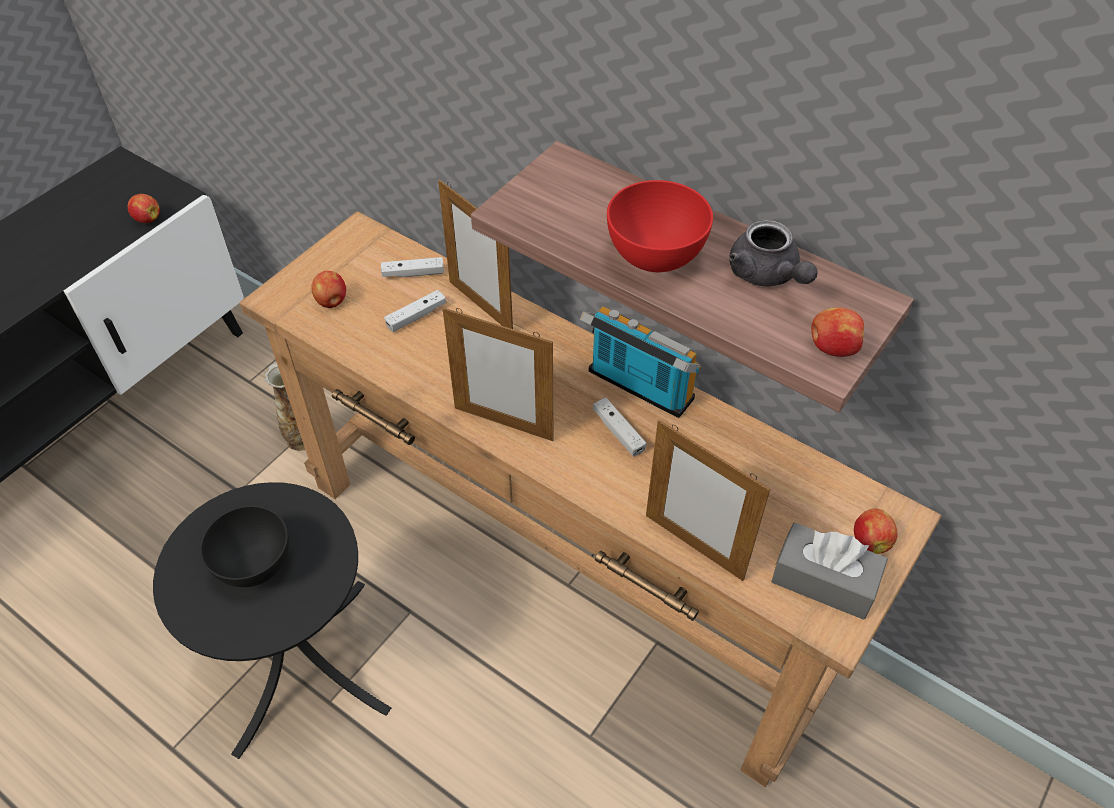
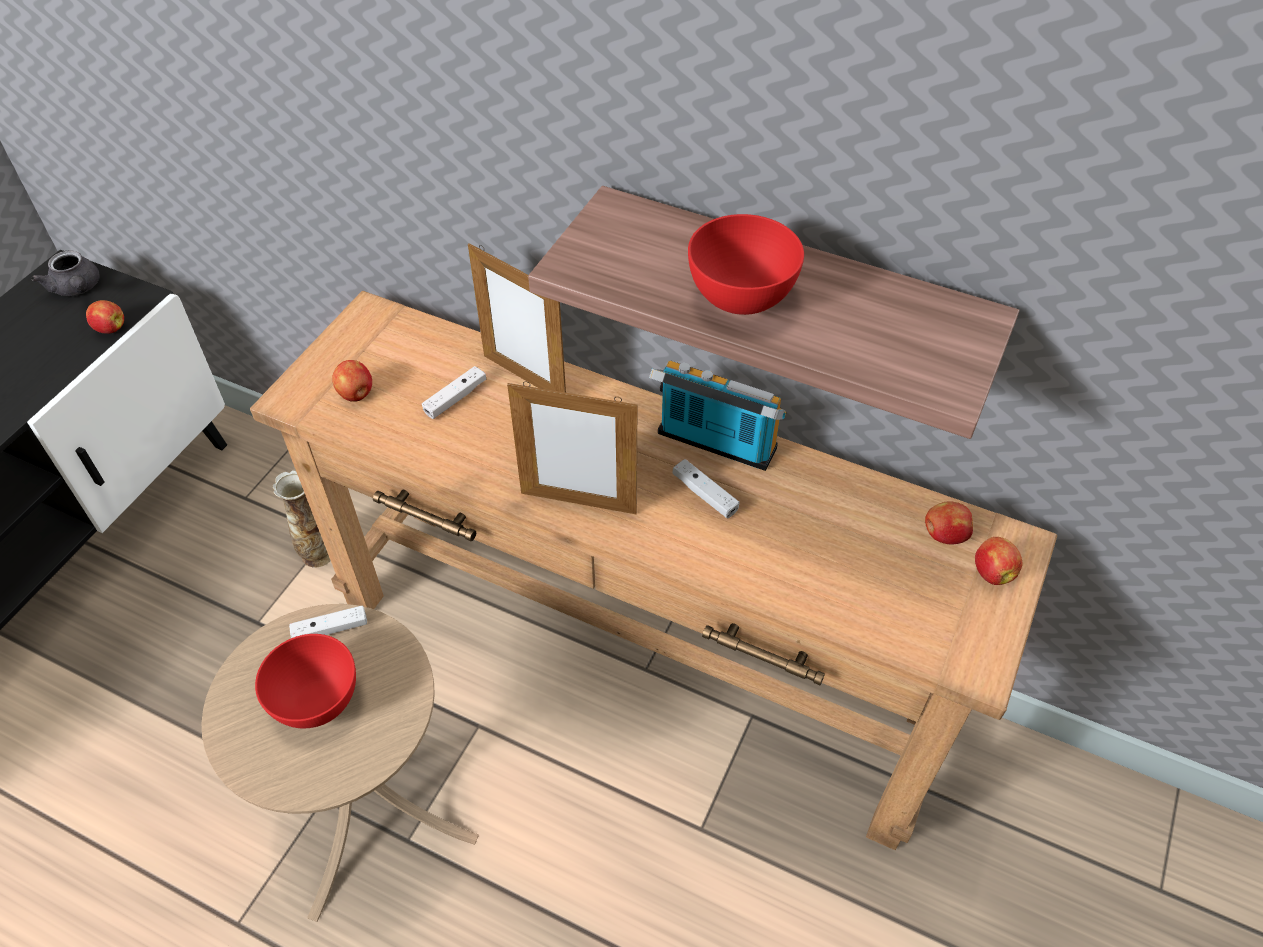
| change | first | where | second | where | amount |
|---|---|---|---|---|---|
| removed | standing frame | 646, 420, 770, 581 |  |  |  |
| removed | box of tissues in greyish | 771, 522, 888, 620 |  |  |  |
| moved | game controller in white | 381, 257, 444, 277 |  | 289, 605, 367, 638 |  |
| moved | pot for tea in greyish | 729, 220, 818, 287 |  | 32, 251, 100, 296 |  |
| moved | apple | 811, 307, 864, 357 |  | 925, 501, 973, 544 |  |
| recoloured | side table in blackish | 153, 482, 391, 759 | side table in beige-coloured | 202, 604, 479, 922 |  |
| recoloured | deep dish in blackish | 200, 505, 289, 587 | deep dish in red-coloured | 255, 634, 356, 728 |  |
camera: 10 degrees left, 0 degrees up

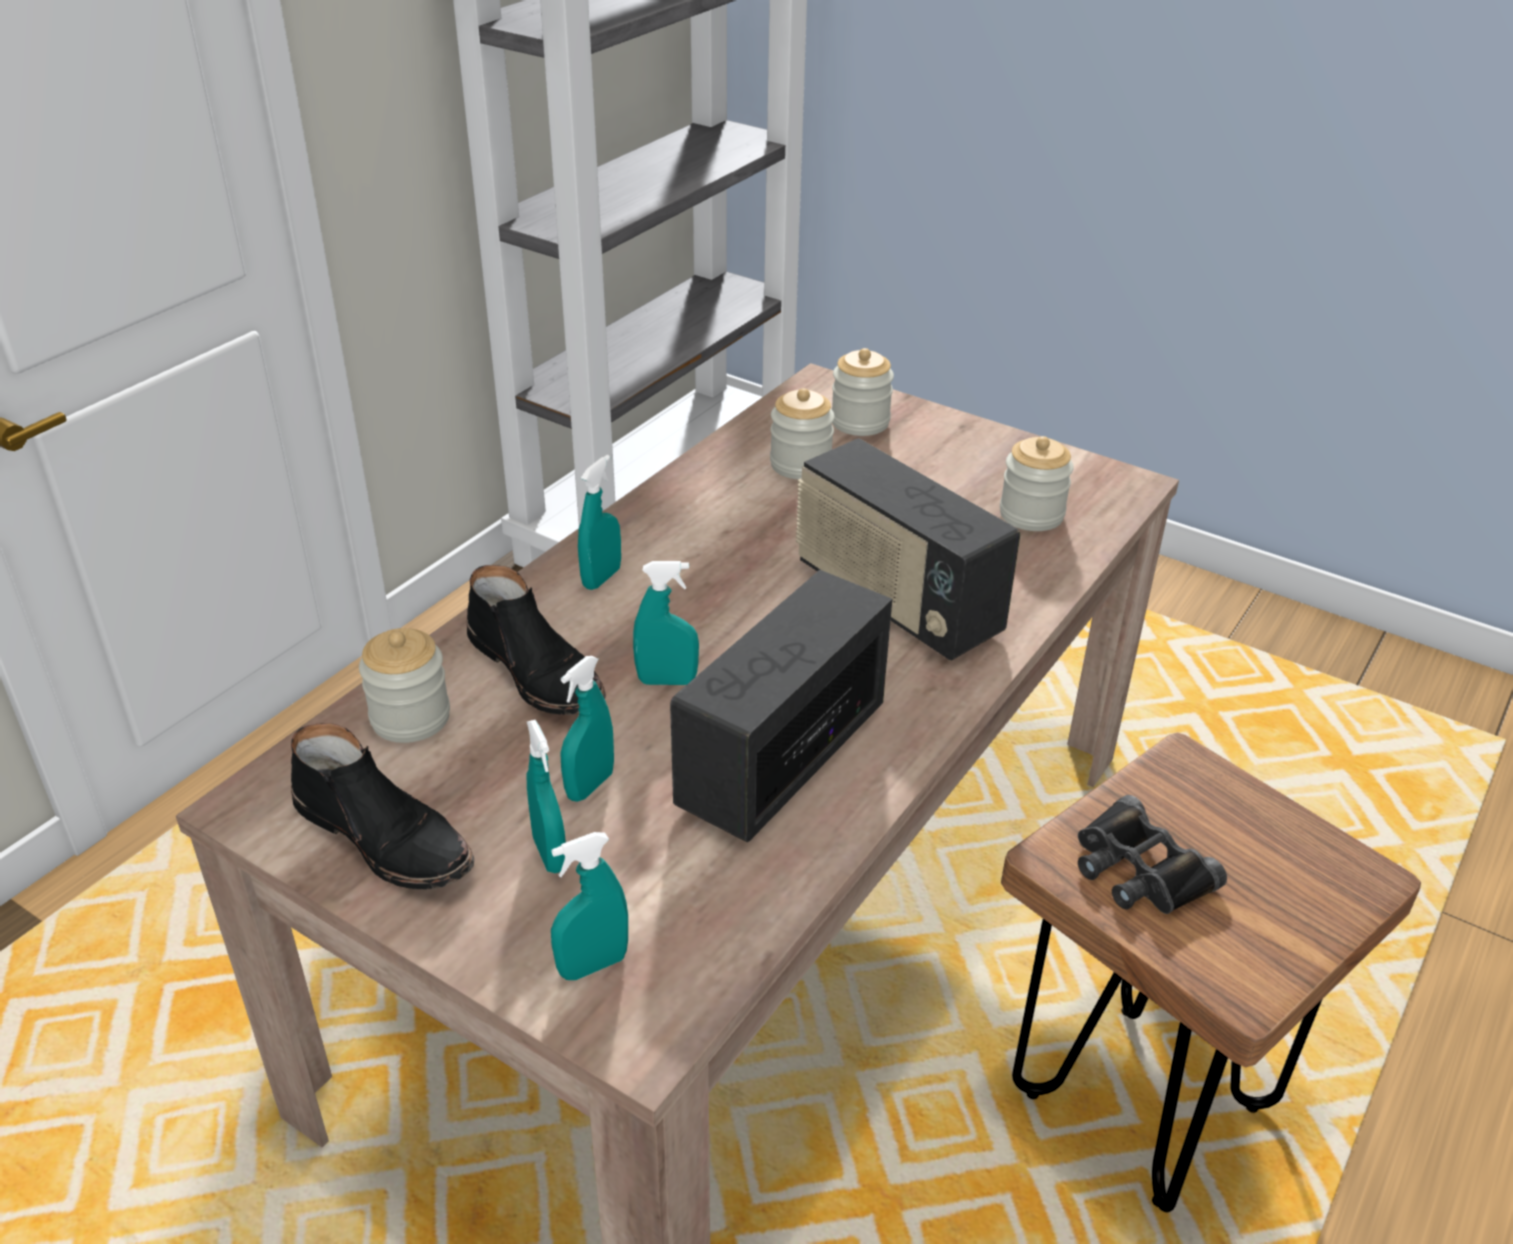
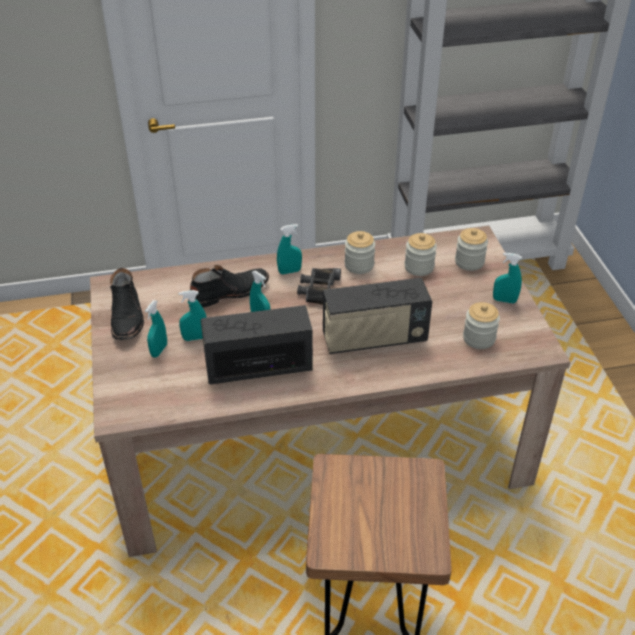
| change | first | where | second | where | amount |
|---|---|---|---|---|---|
| moved | preserve jar | 359, 628, 450, 743 |  | 344, 231, 375, 274 |  |
| moved | spray bottle in turquoise | 551, 832, 628, 980 |  | 493, 253, 522, 304 |  |
| moved | pair of binoculars in blackish | 1078, 795, 1227, 914 |  | 297, 268, 341, 305 |  |
| turned | tall boot in blackish | 467, 565, 606, 715 |  | 188, 265, 269, 308 | 120 degrees counterclockwise |
| turned | radio set | 796, 438, 1020, 660 |  | 323, 278, 432, 354 | 105 degrees counterclockwise |
camera: 45 degrees right, 5 degrees up

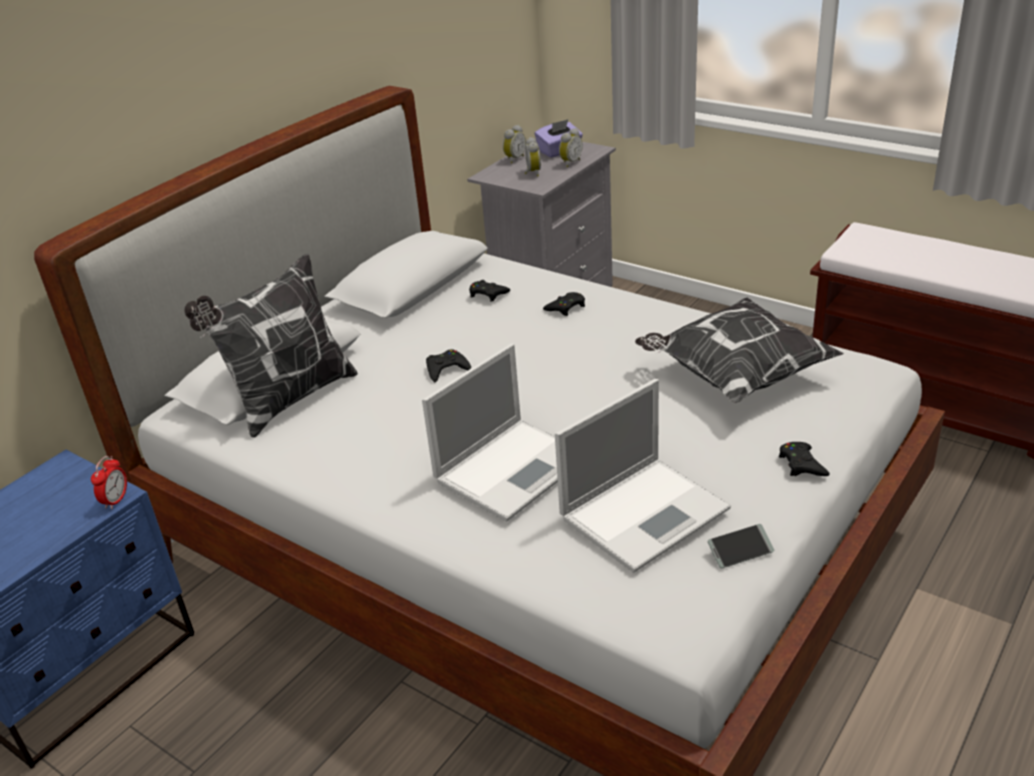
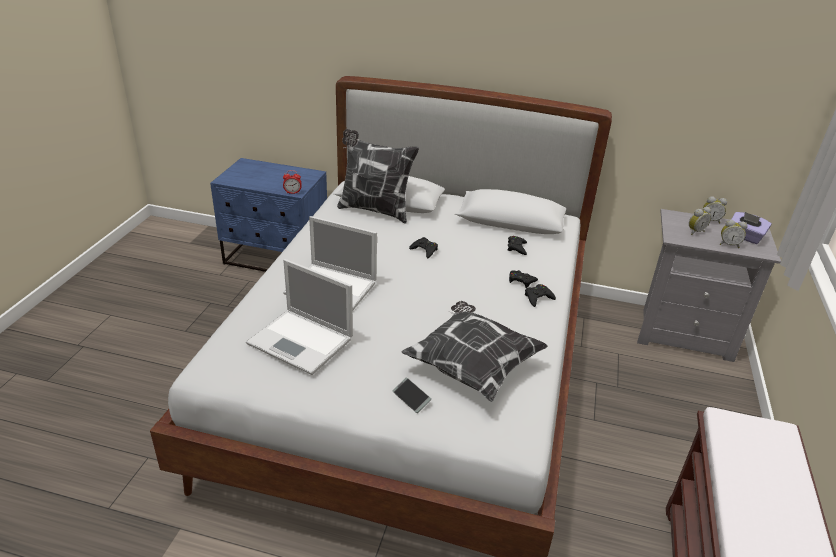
| change | first | where | second | where | amount |
|---|---|---|---|---|---|
| moved | telephone | 707, 524, 774, 568 |  | 393, 378, 431, 413 |  |
| moved | game controller in blackish | 779, 442, 830, 476 |  | 525, 284, 556, 307 |  |
camera: 65 degrees right, 0 degrees up

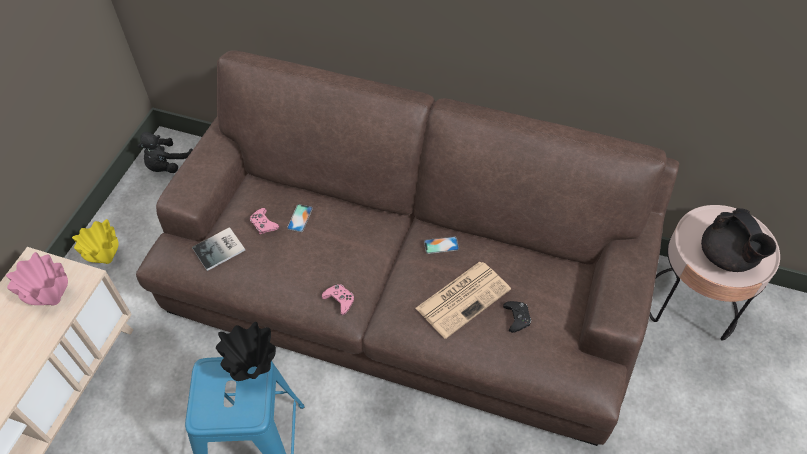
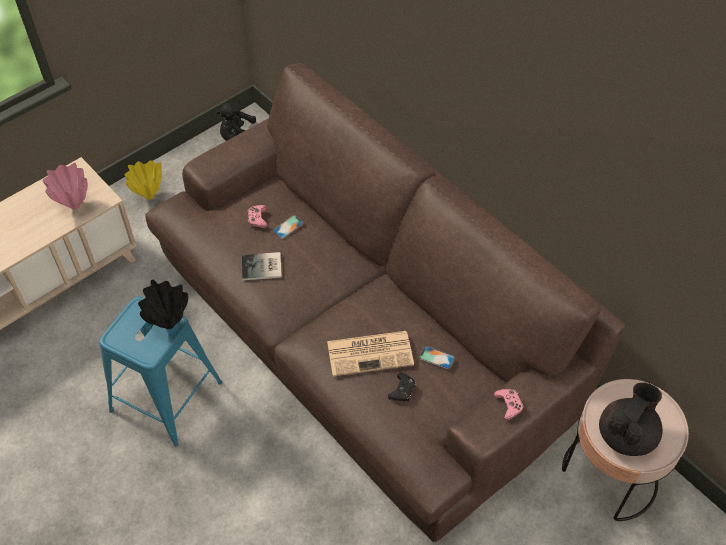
| change | first | where | second | where | amount |
|---|---|---|---|---|---|
| moved | book | 192, 227, 245, 271 |  | 242, 252, 282, 280 |  |
| moved | game controller in pinkish | 321, 284, 354, 315 |  | 494, 389, 523, 420 |  |
| moved | telephone | 424, 236, 459, 254 |  | 419, 346, 455, 369 |  |
| turned | pot for tea in blackish | 701, 208, 776, 272 |  | 599, 383, 663, 456 | 150 degrees counterclockwise |
camera: 30 degrees right, 0 degrees up

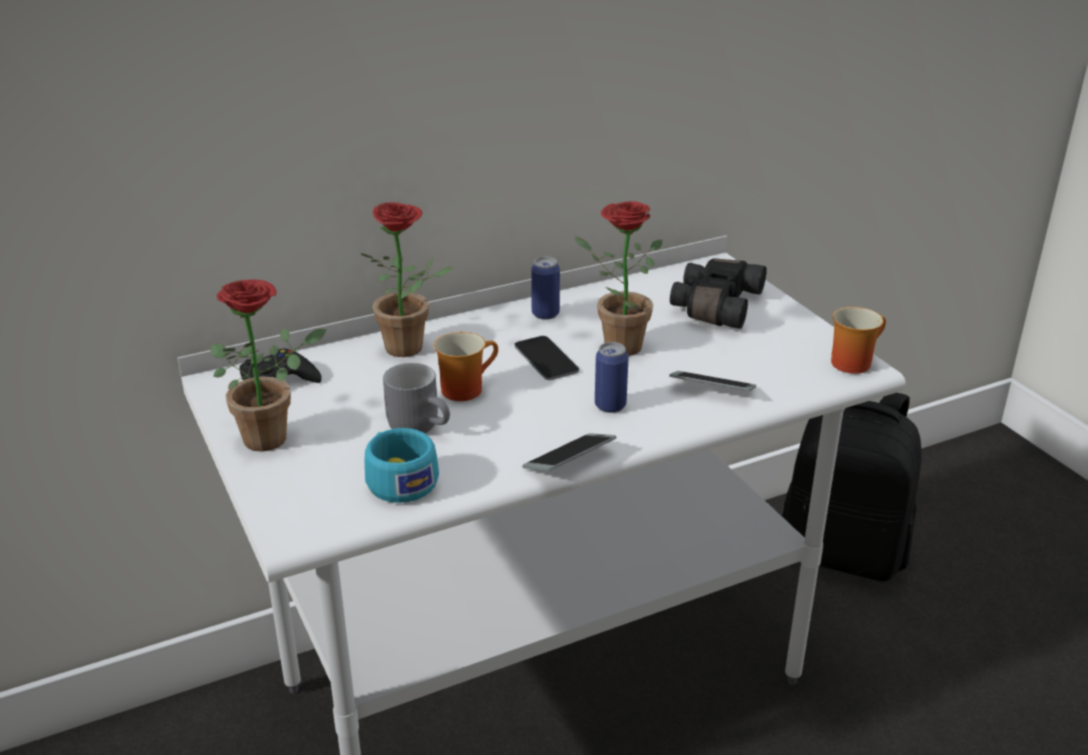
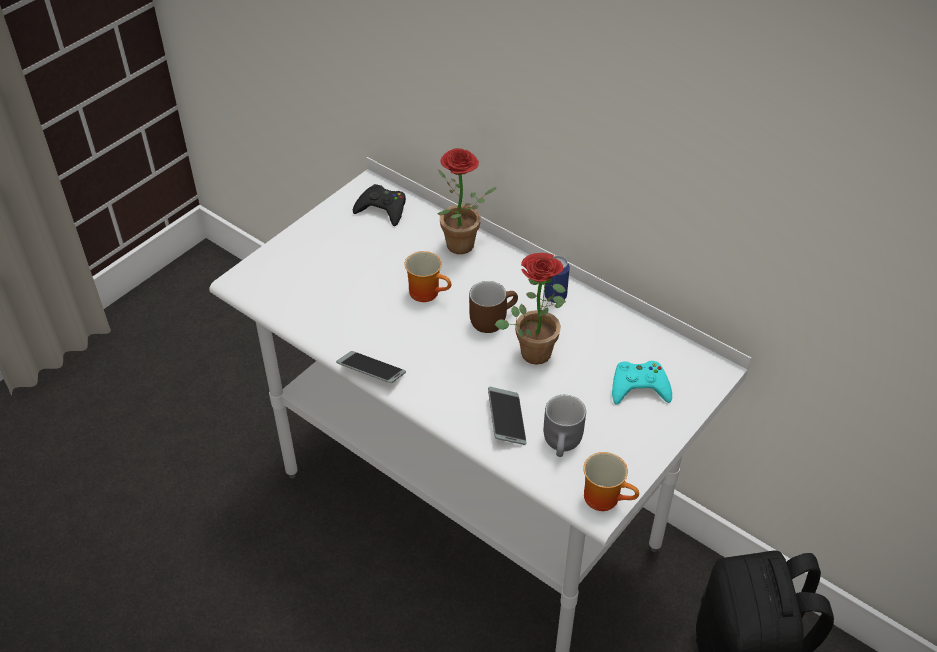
| change | first | where | second | where | amount |
|---|---|---|---|---|---|
| removed | potted plant | 211, 279, 327, 451 |  |  |  |
| removed | small cup in turquoise | 365, 428, 439, 503 |  |  |  |
| removed | metal can | 595, 342, 629, 413 |  |  |  |
| moved | tea mug in greyish | 383, 363, 450, 433 |  | 544, 395, 586, 457 |  |
| replaced | telephone | 515, 336, 579, 380 | tea mug in brown-coloured | 469, 281, 518, 333 |  |
| replaced | pair of binoculars in blackish | 670, 258, 767, 329 | game controller in turquoise | 612, 361, 672, 405 |  |
camera: 65 degrees right, 15 degrees up

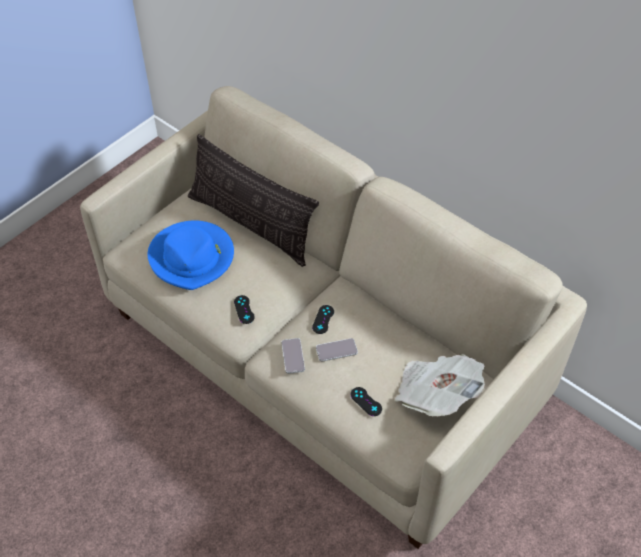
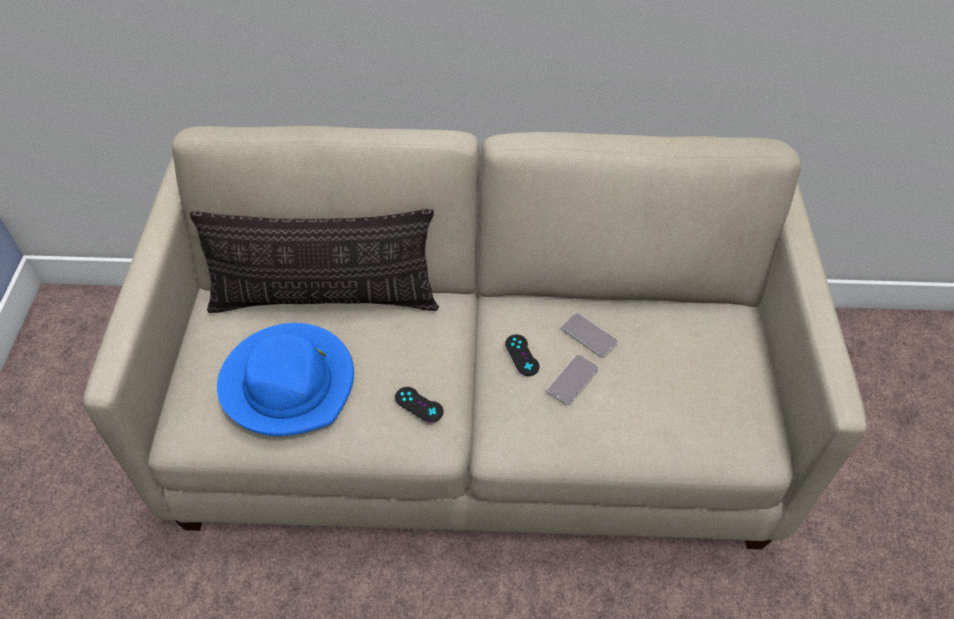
| change | first | where | second | where | amount |
|---|---|---|---|---|---|
| removed | game controller in blackish | 351, 387, 382, 416 |  |  |  |
| removed | daily paper | 395, 354, 485, 417 |  |  |  |
| moved | telephone | 281, 338, 305, 374 |  | 561, 313, 618, 357 |  |
camera: 40 degrees left, 0 degrees up

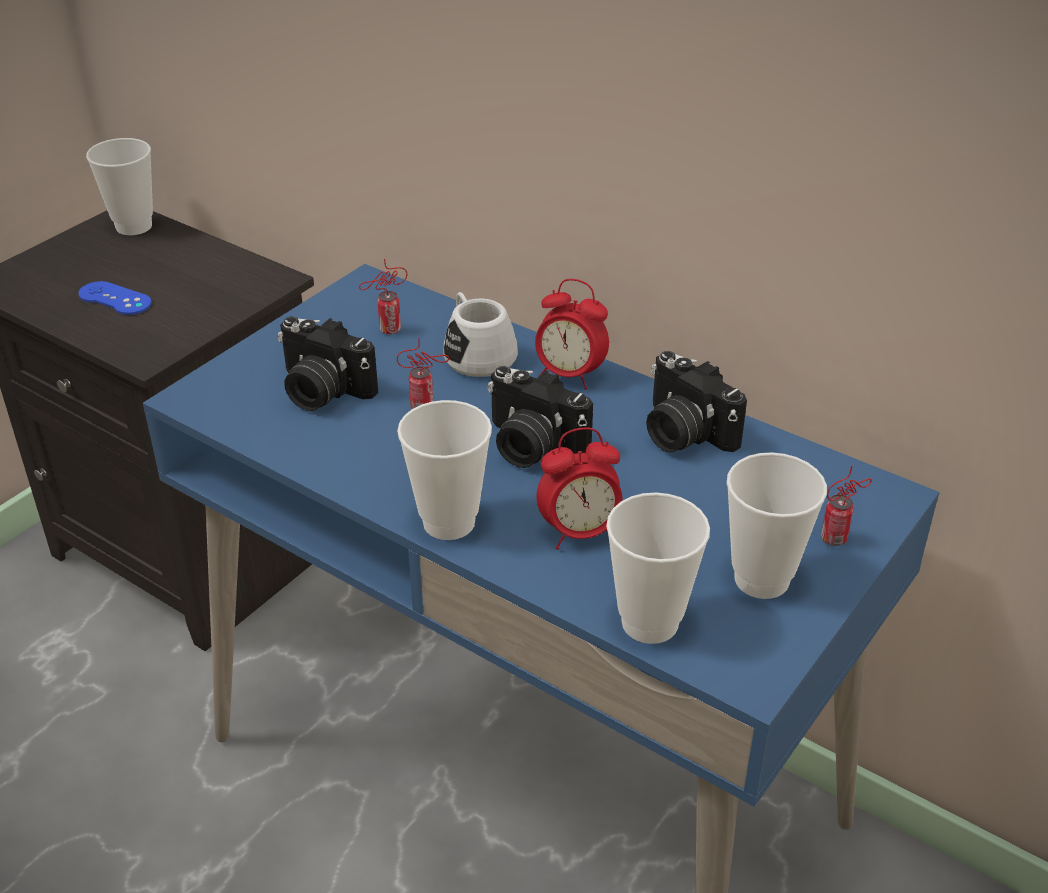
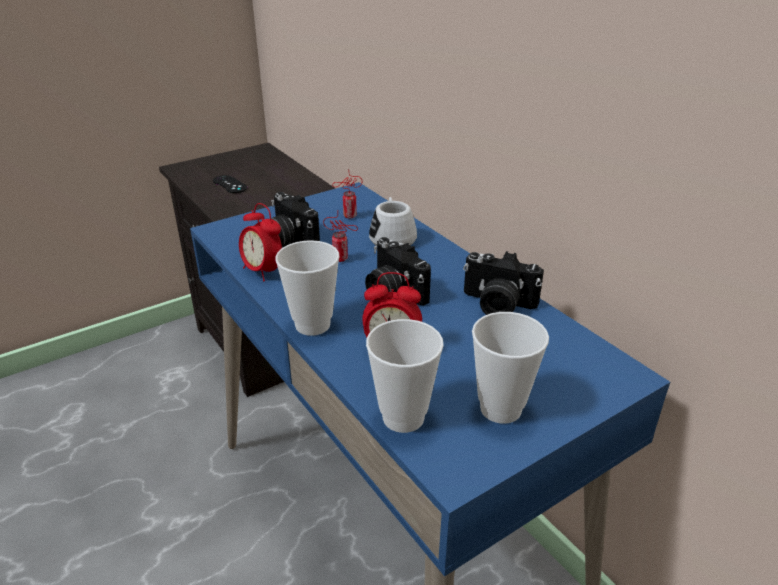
| change | first | where | second | where | amount |
|---|---|---|---|---|---|
| removed | small cup | 86, 138, 153, 235 |  |  |  |
| removed | metal can | 821, 466, 872, 546 |  |  |  |
| moved | alarm clock | 535, 279, 609, 389 |  | 239, 203, 282, 281 |  |
| recoloured | game controller in blue-coloured | 78, 281, 152, 315 | game controller in blackish | 213, 175, 247, 193 |  |
| turned | still camera | 646, 351, 747, 453 |  | 463, 251, 544, 315 | 45 degrees counterclockwise |
camera: 20 degrees right, 5 degrees down

